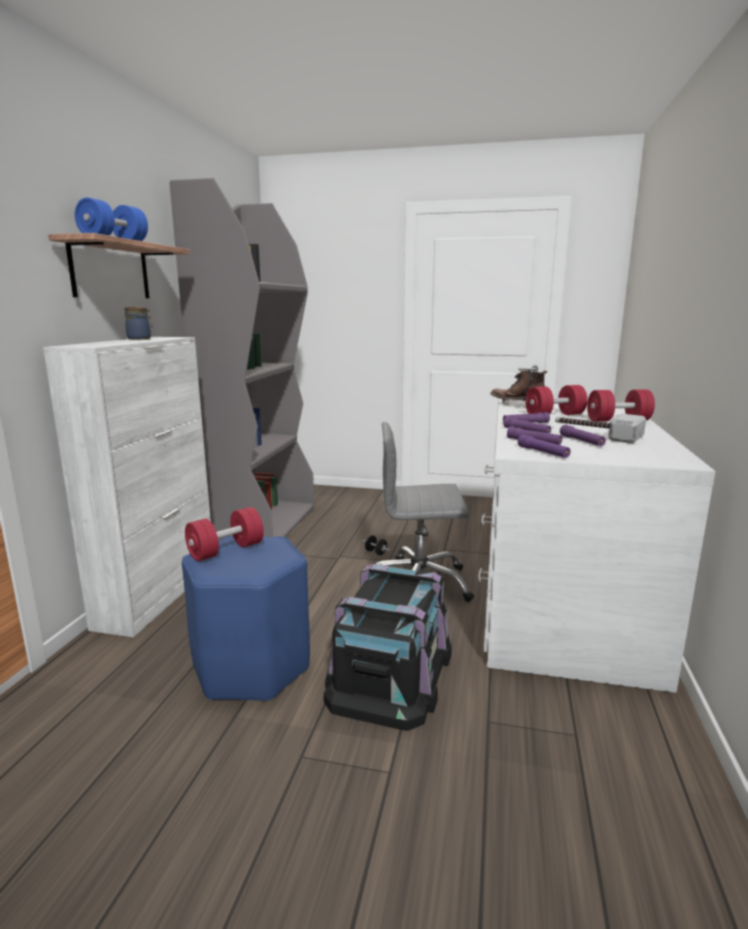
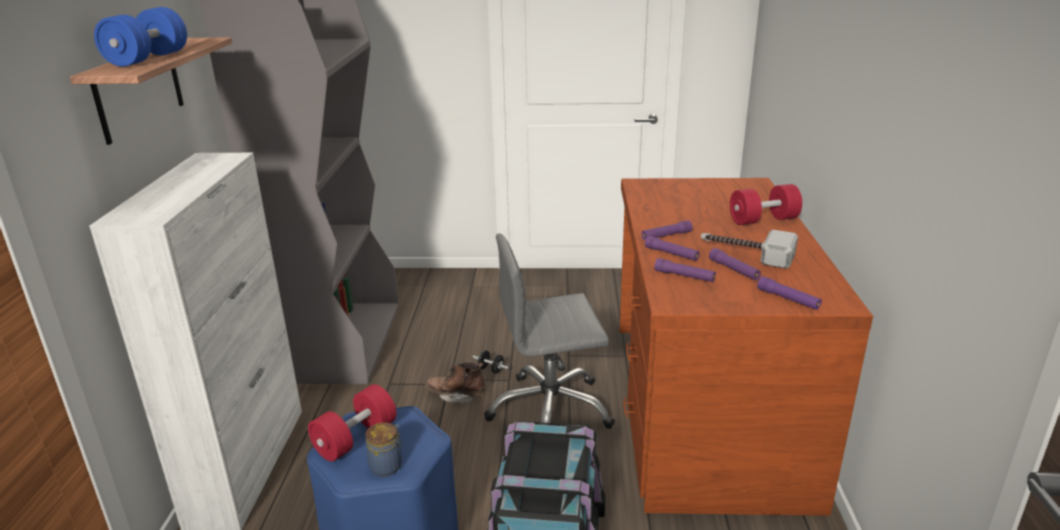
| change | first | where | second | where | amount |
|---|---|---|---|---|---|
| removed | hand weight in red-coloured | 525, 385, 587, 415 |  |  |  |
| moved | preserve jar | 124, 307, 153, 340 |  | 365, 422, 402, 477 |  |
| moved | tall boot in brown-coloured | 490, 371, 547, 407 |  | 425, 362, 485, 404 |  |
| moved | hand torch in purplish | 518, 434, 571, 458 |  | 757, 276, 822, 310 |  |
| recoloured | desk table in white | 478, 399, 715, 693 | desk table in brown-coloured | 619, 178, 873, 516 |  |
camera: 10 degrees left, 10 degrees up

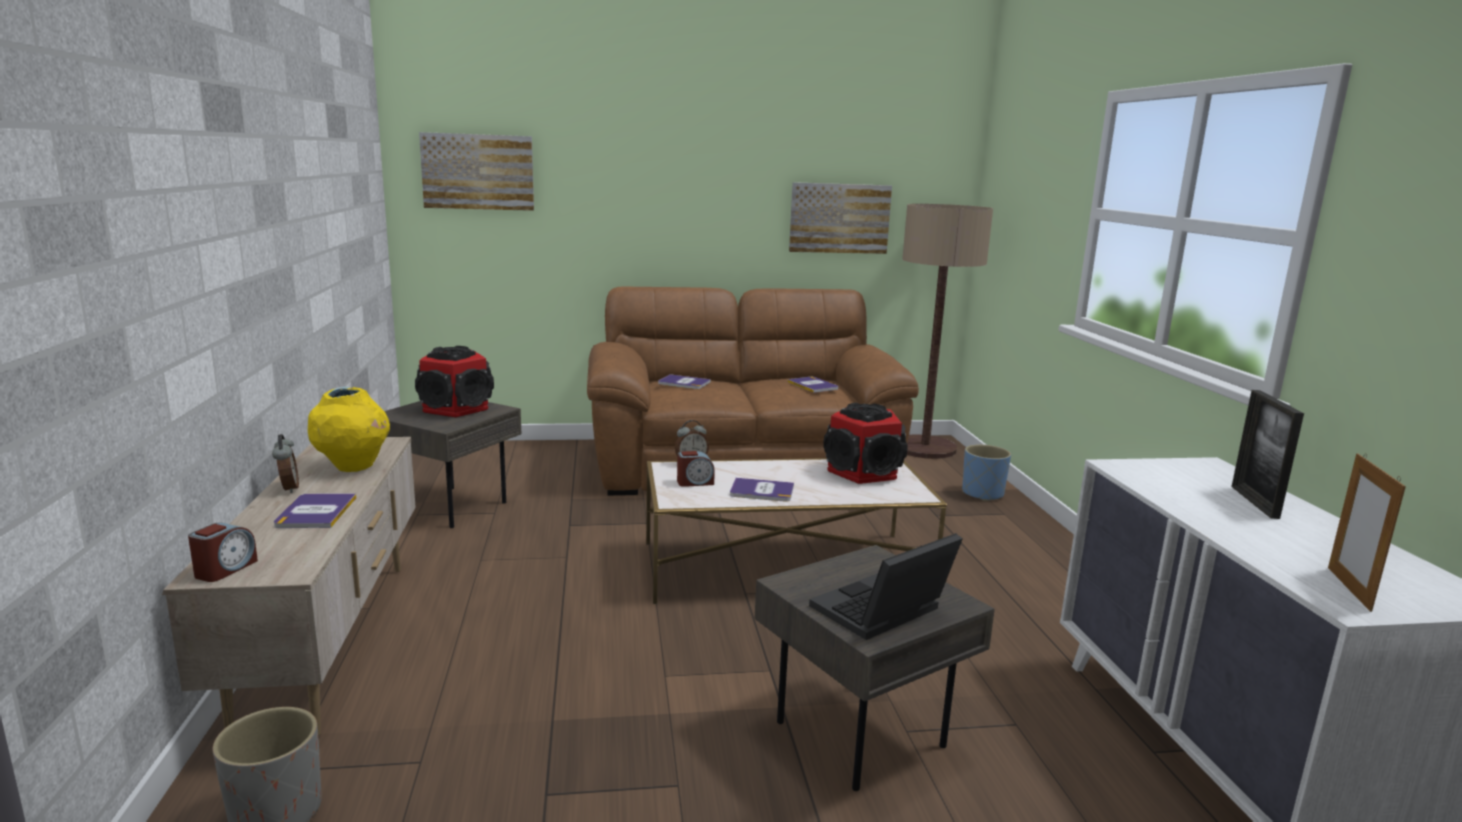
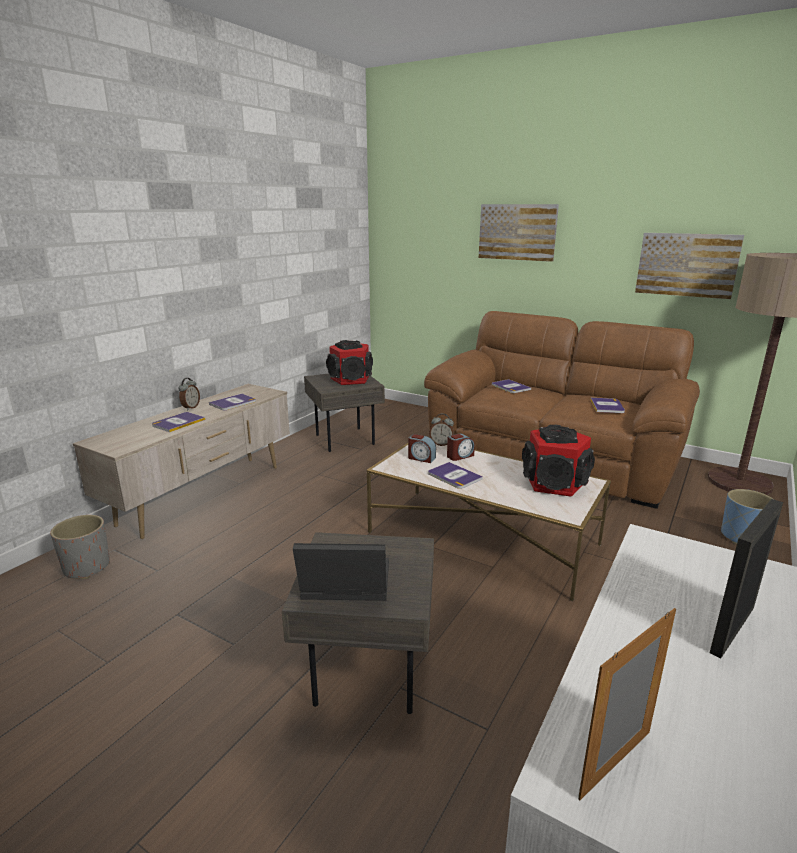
| change | first | where | second | where | amount |
|---|---|---|---|---|---|
| moved | alarm clock | 188, 523, 258, 582 |  | 447, 433, 475, 461 |  |
| moved | wall picture | 419, 132, 534, 211 |  | 479, 204, 559, 262 |  |
| replaced | decorative vase in yellow | 308, 387, 390, 472 | book | 209, 394, 256, 410 |  |
camera: 40 degrees right, 5 degrees up

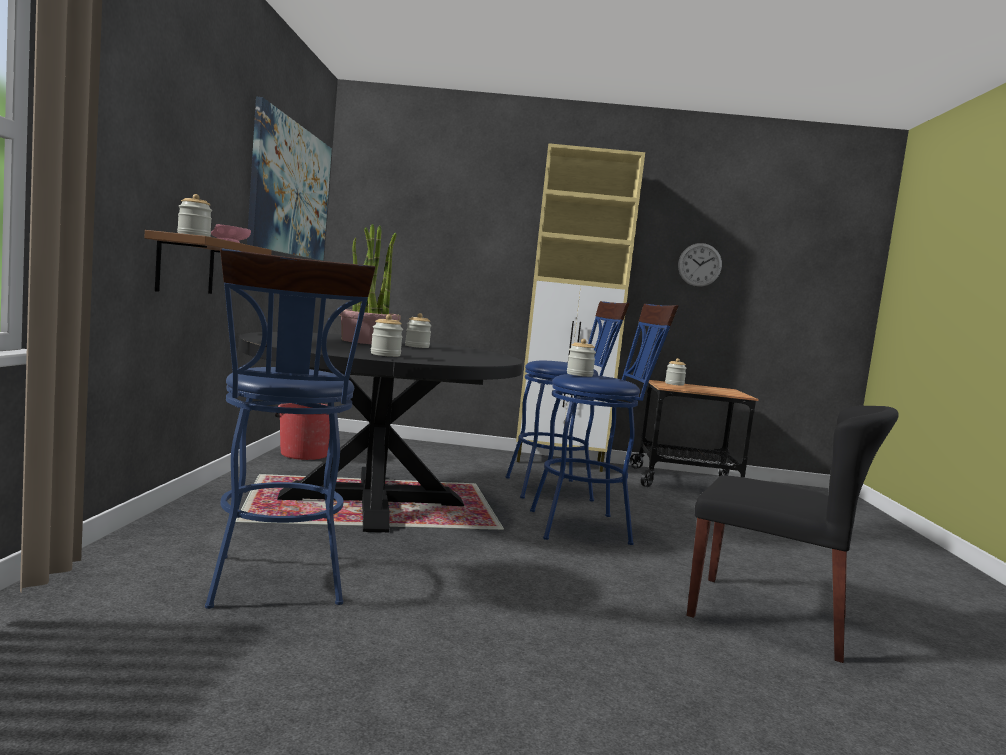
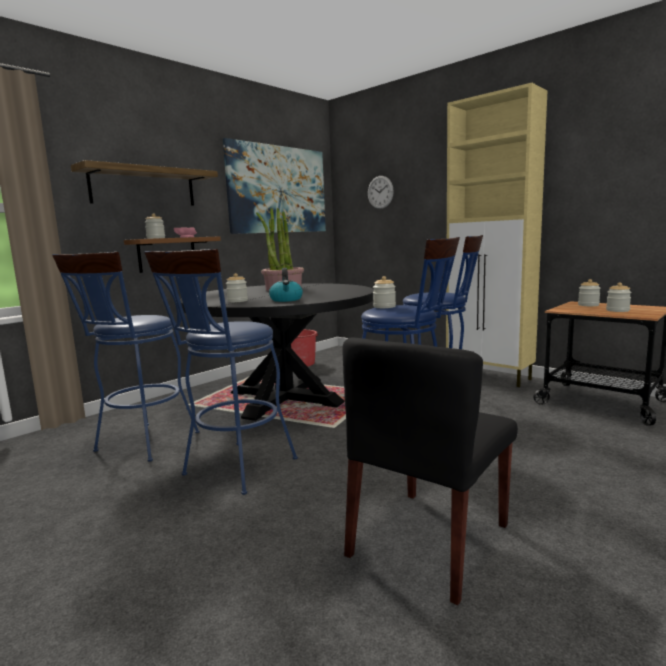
| change | first | where | second | where | amount |
|---|---|---|---|---|---|
| added |  |  | shelf | 71, 160, 218, 206 |  |
| added |  |  | stool in blue-coloured | 144, 249, 298, 495 |  |
| added |  |  | kettle | 269, 268, 303, 302 |  |
| moved | preserve jar | 405, 313, 432, 348 |  | 606, 283, 631, 312 |  |
| moved | clock on the wall | 678, 243, 722, 287 |  | 368, 176, 394, 209 |  |
| turned | upright chair in blackish | 687, 406, 899, 663 |  | 342, 337, 518, 605 | 60 degrees clockwise |
camera: 40 degrees right, 5 degrees up

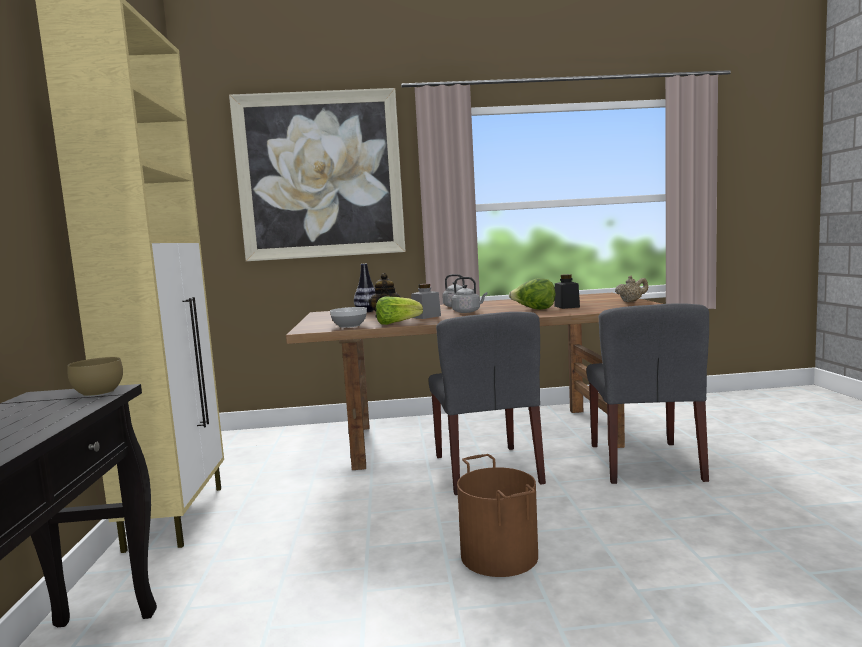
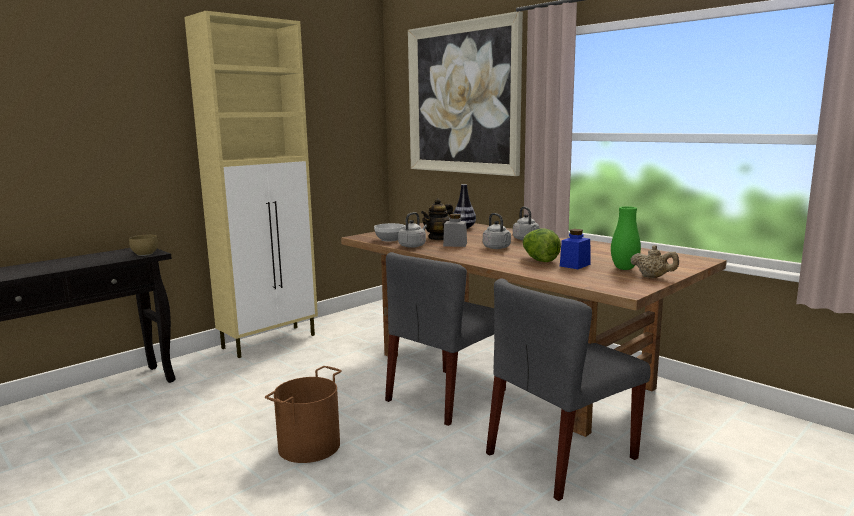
| change | first | where | second | where | amount |
|---|---|---|---|---|---|
| added |  |  | decorative vase in green | 611, 206, 641, 270 |  |
| replaced | lettuce | 376, 296, 423, 325 | kettle in greyish | 398, 212, 427, 248 |  |
| recoloured | preserve jar in blackish | 554, 274, 580, 309 | preserve jar in blue-coloured | 560, 229, 590, 269 |  |
camera: 50 degrees right, 5 degrees up

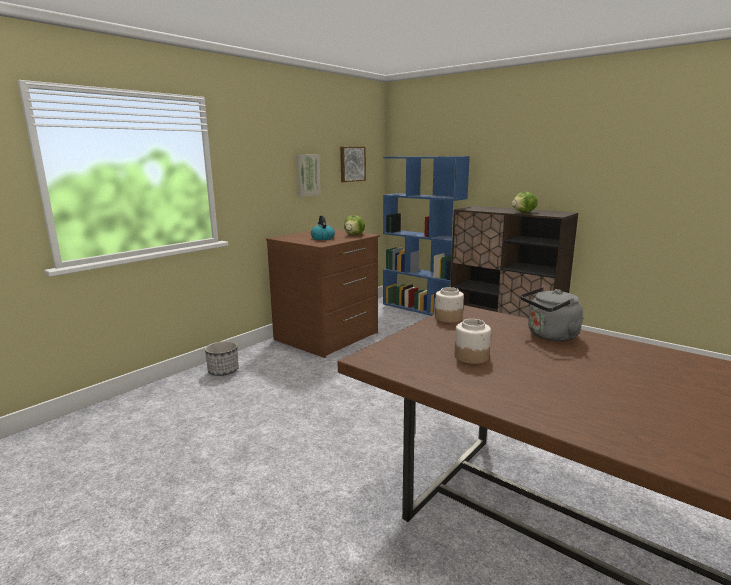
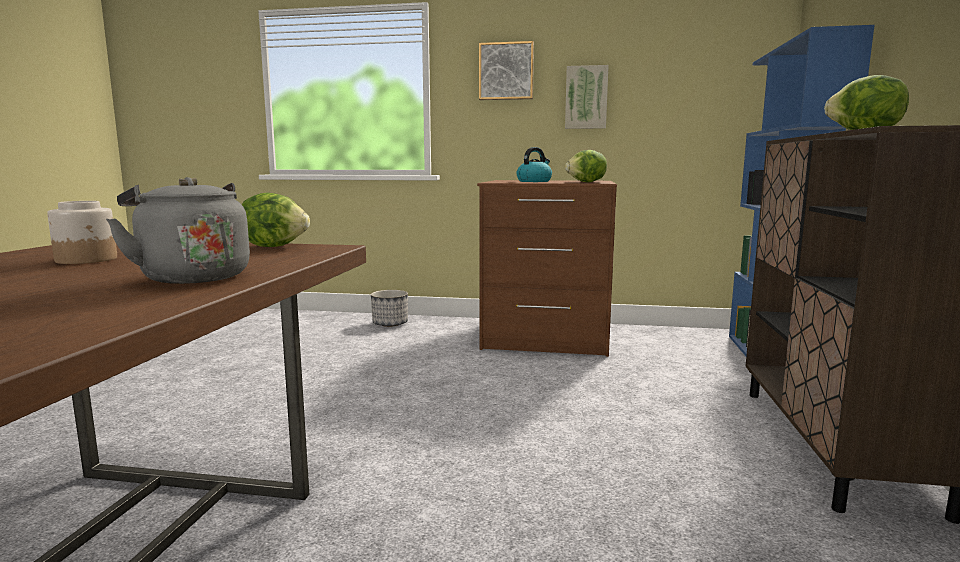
| change | first | where | second | where | amount |
|---|---|---|---|---|---|
| moved | wall picture | 340, 147, 366, 182 |  | 479, 41, 534, 100 |  |
| replaced | preserve jar | 435, 287, 464, 323 | lettuce | 241, 192, 310, 247 |  |
camera: 60 degrees right, 5 degrees down

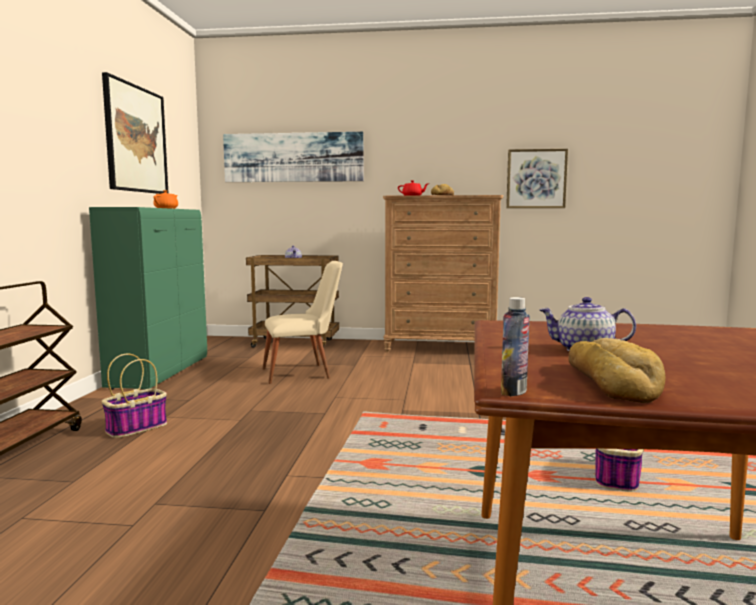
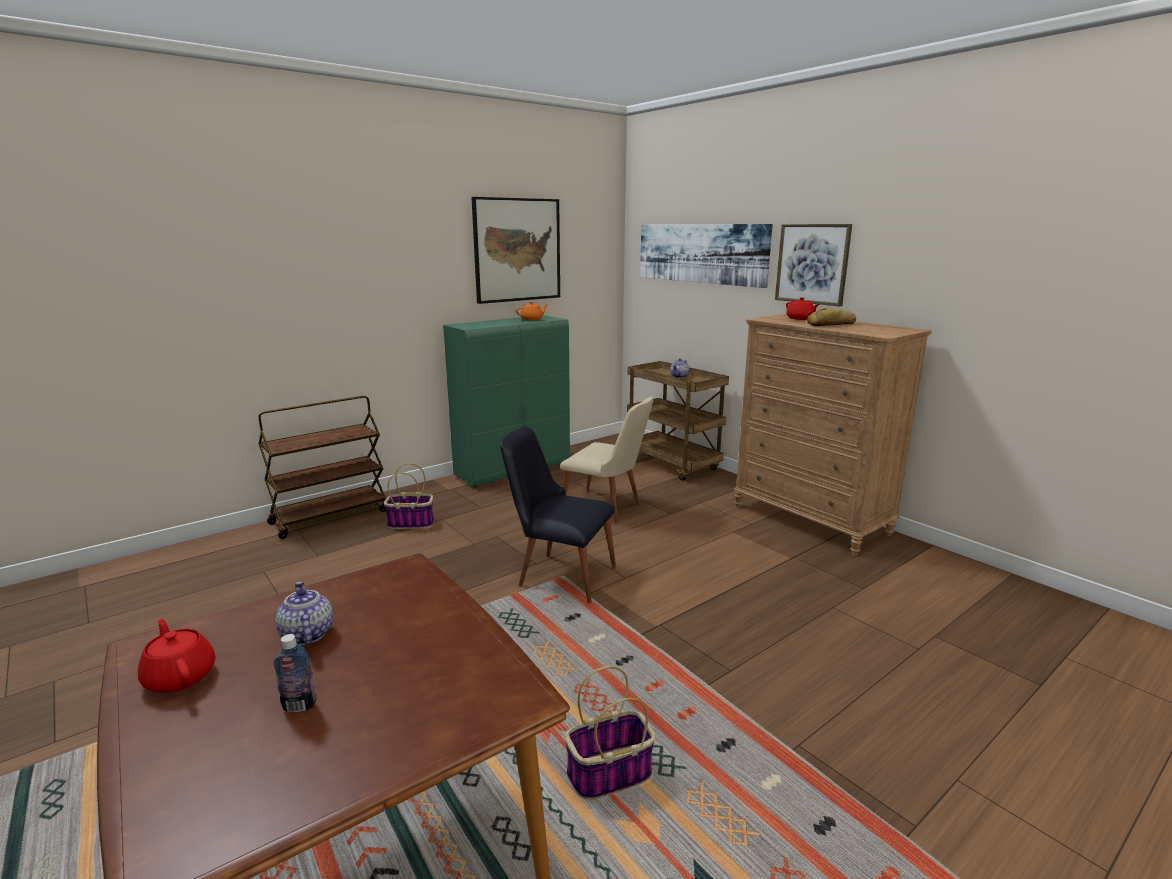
| change | first | where | second | where | amount |
|---|---|---|---|---|---|
| added |  |  | upright chair in blackish | 500, 427, 616, 603 |  |
| moved | bottle | 501, 297, 530, 396 |  | 274, 634, 317, 713 |  |
| moved | wall picture | 506, 149, 568, 208 |  | 775, 224, 852, 306 |  |
| replaced | bakery bread | 568, 338, 666, 403 | pot for tea in red-coloured | 138, 619, 215, 693 |  |
camera: 45 degrees right, 10 degrees up

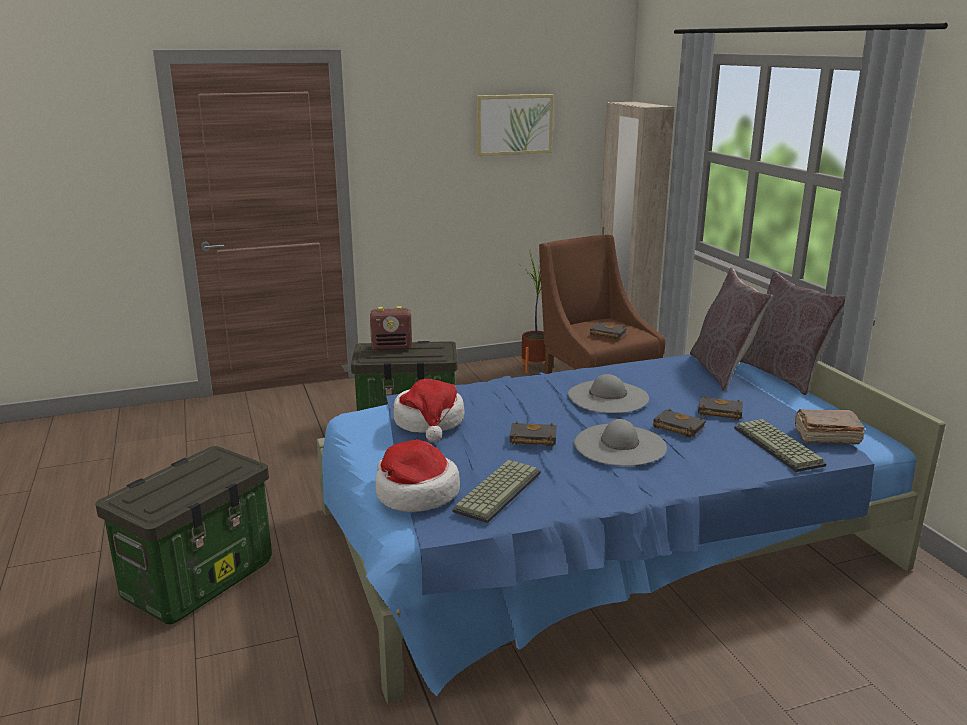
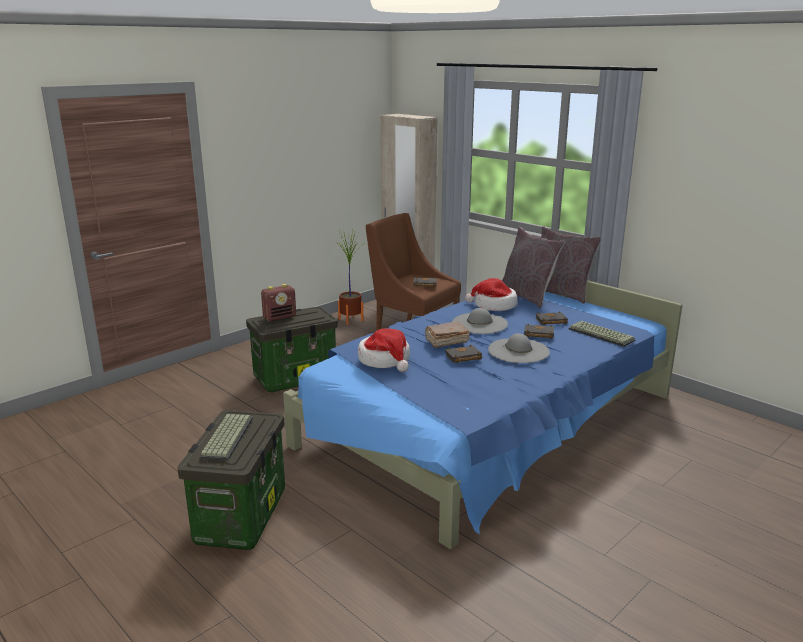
| change | first | where | second | where | amount |
|---|---|---|---|---|---|
| removed | wall picture | 476, 94, 553, 156 |  |  |  |
| moved | clothing hat | 375, 439, 460, 512 |  | 465, 278, 518, 311 |  |
| moved | PC keyboard | 453, 460, 541, 523 |  | 199, 414, 253, 460 |  |
| moved | book in brown-coloured | 795, 409, 865, 444 |  | 425, 321, 470, 348 |  |
camera: 25 degrees left, 0 degrees up

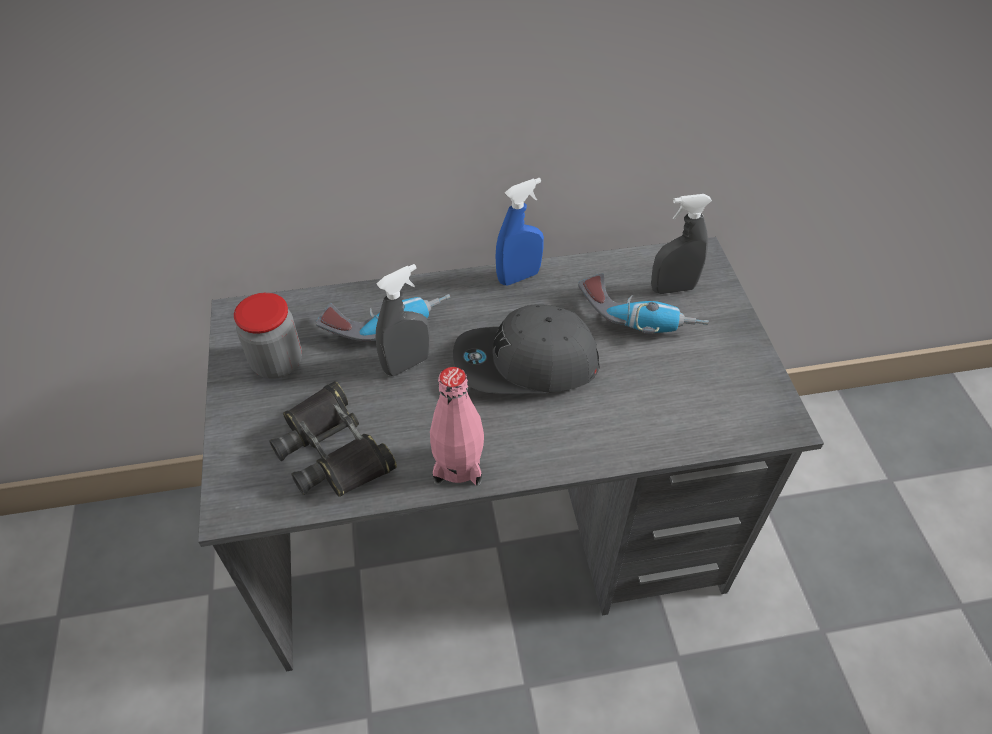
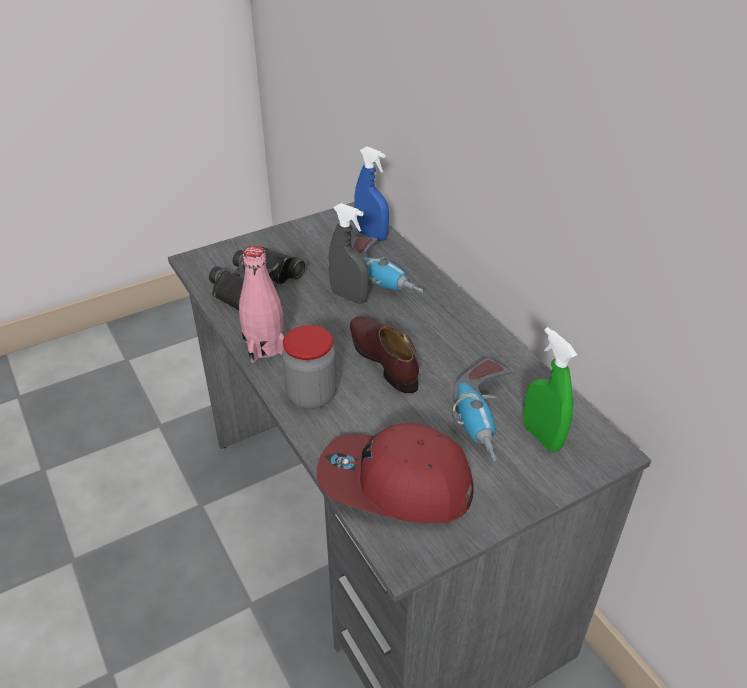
| change | first | where | second | where | amount |
|---|---|---|---|---|---|
| added |  |  | baseball cap in red-coloured | 316, 423, 474, 523 |  |
| moved | preserve jar | 234, 293, 302, 379 |  | 282, 325, 337, 409 |  |
| moved | spray bottle in blue-coloured | 496, 178, 544, 285 |  | 354, 147, 389, 241 |  |
| replaced | baseball cap in greyish | 453, 304, 600, 394 | low shoe in brown-coloured | 350, 316, 419, 393 |  |
| recoloured | spray bottle in greyish | 651, 194, 712, 294 | spray bottle in green | 523, 327, 577, 452 |  |
camera: 70 degrees right, 10 degrees down

